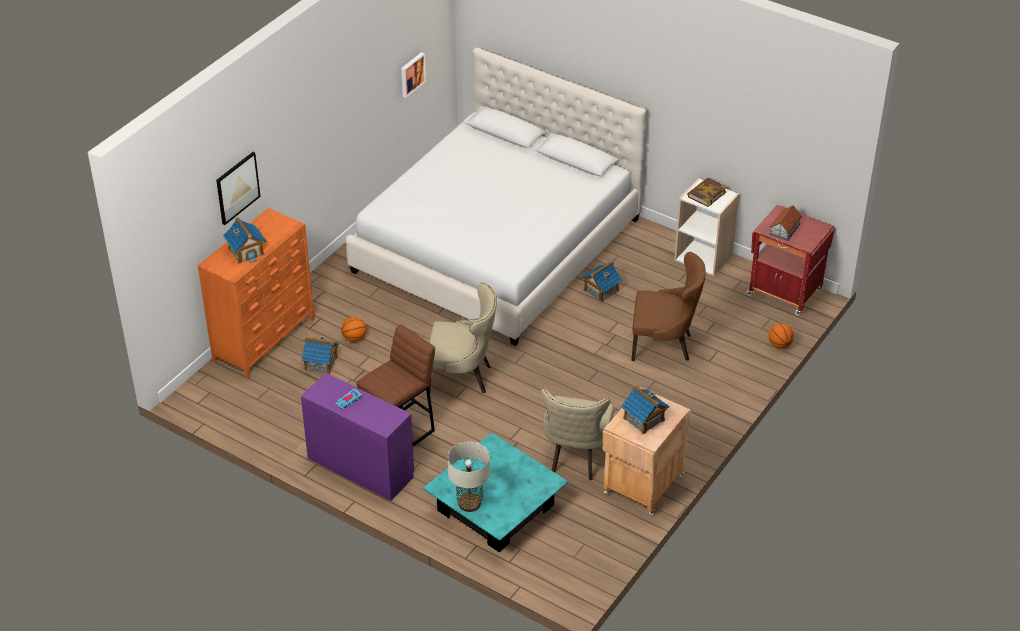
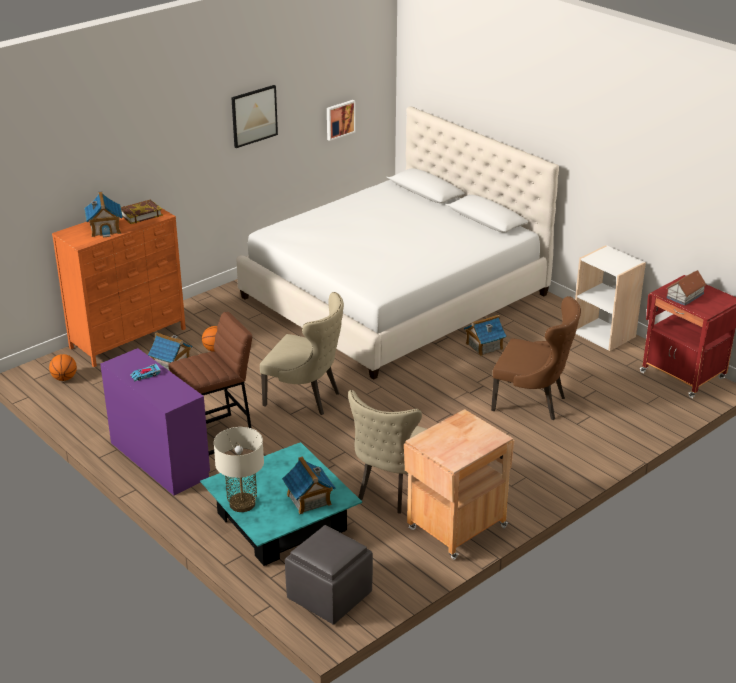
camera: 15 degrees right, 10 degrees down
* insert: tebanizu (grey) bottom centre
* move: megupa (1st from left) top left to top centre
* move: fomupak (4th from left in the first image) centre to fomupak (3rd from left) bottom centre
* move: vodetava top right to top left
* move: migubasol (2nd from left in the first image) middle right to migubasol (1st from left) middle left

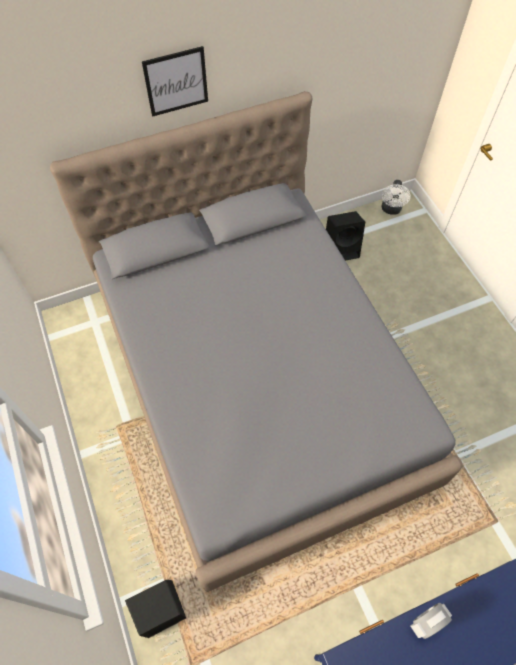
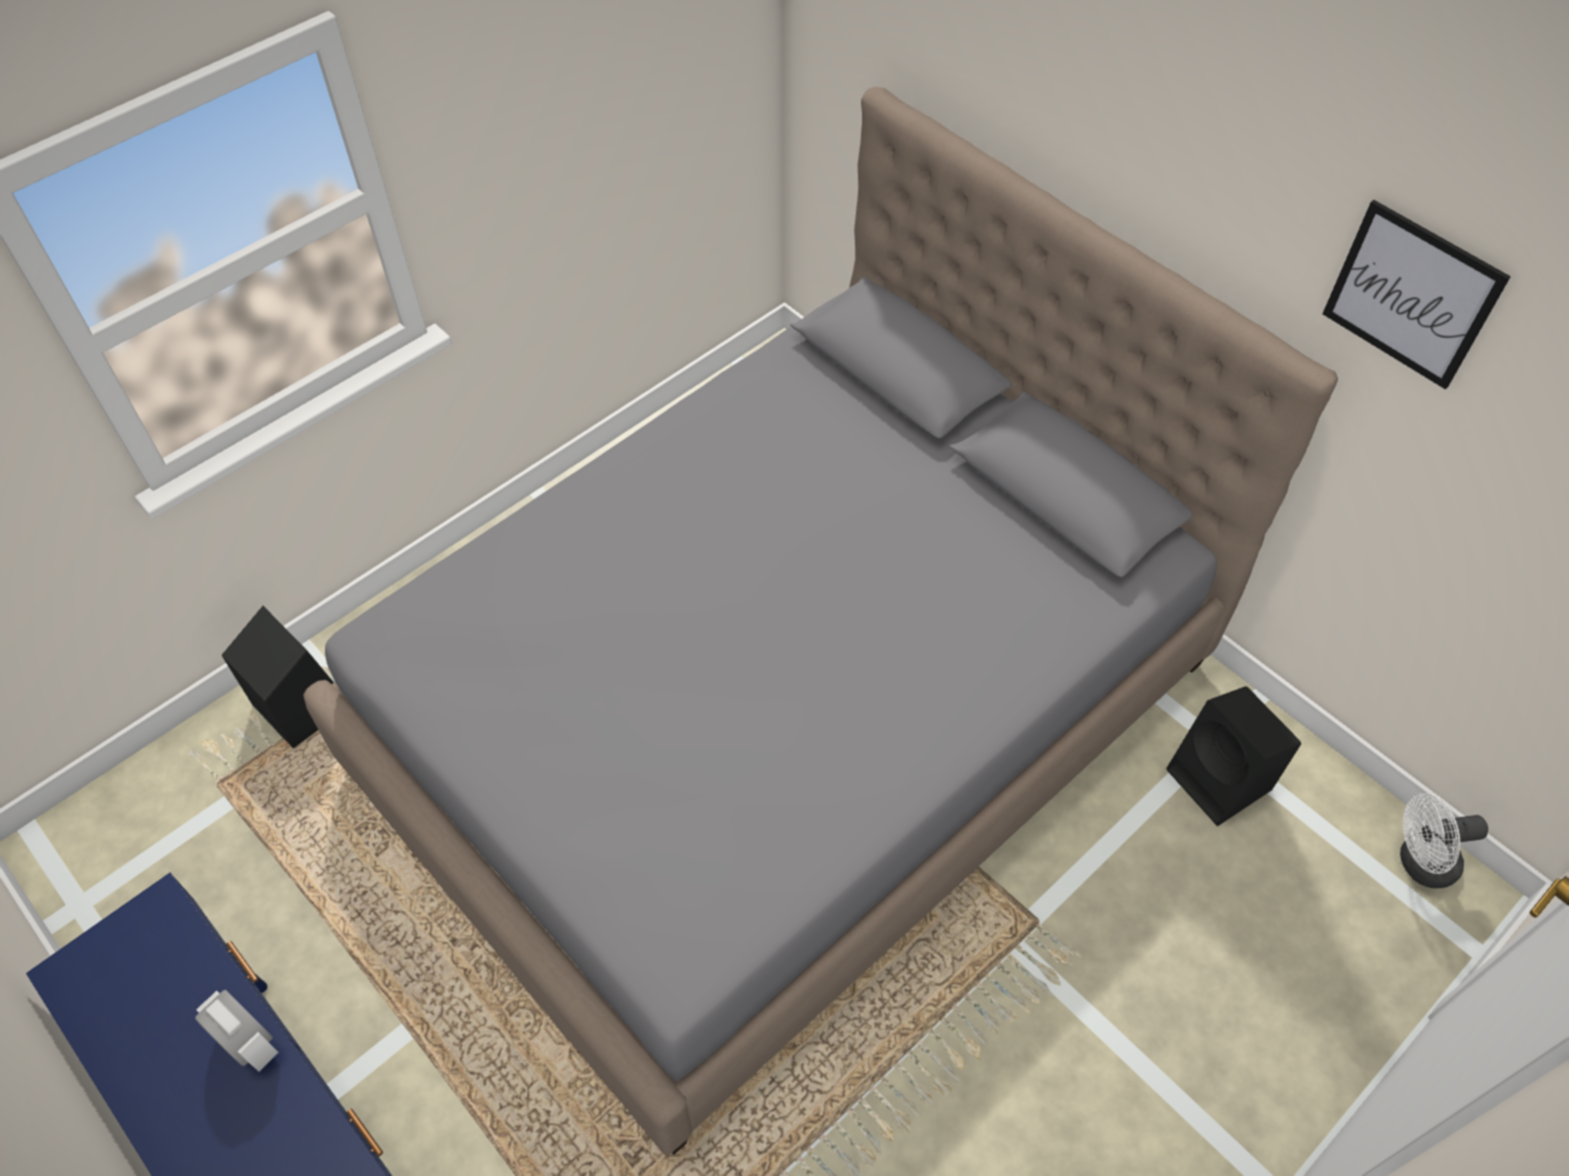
camera: 70 degrees right, 5 degrees down
* move: megupa top centre to top right

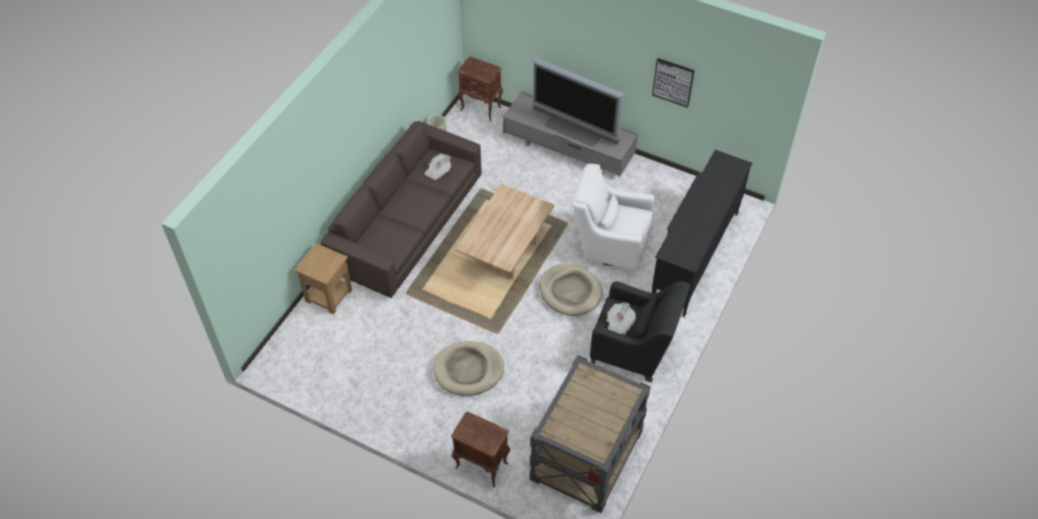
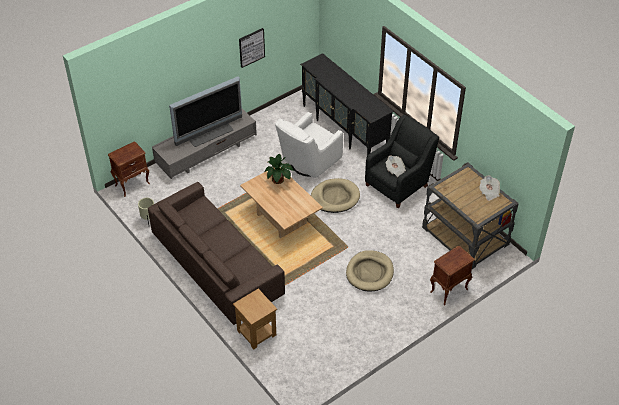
camera: 65 degrees left, 5 degrees down
* insert: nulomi centre
* move: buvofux (1st from left in the first image) top centre to buvofux (2nd from left) middle right

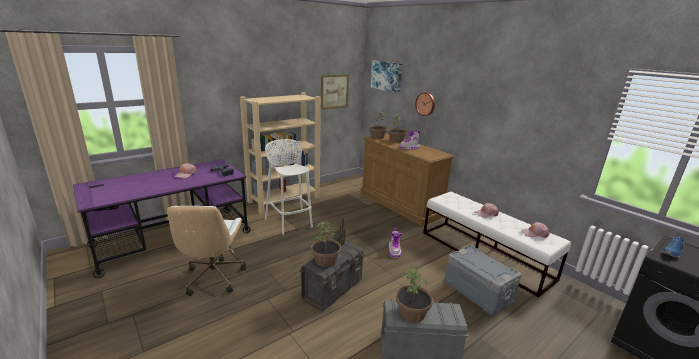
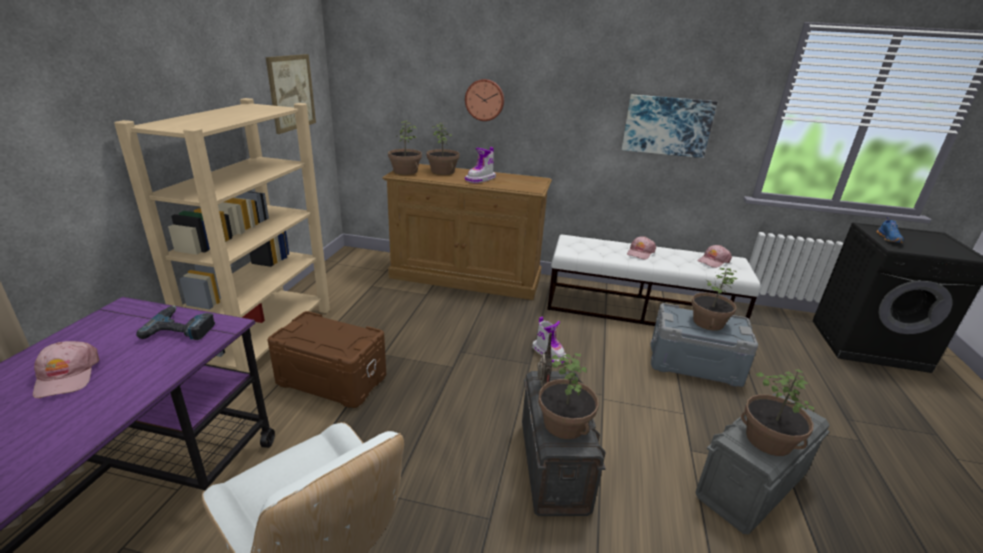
camera: 40 degrees left, 5 degrees up
* insert: nulomi (4th from left) middle right
* move: megupa (2nd from left) top centre to top right
* replace: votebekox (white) centre to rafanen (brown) middle left

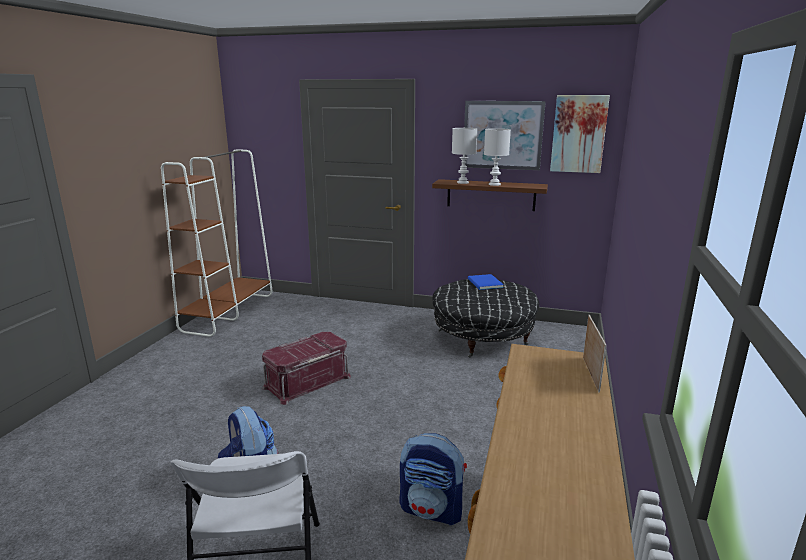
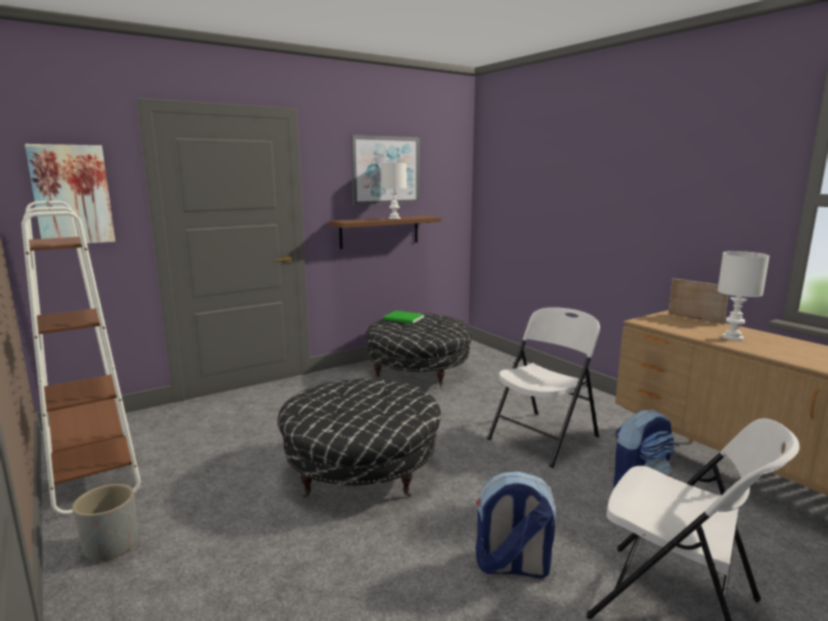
camera: 50 degrees left, 5 degrees down
* insert: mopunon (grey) bottom left
* insert: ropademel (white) (1st from left) centre
* move: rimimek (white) (1st from left in the first image) top centre to rimimek (white) (2nd from left) middle right
* move: megupa (2nd from left in the first image) top right to megupa (1st from left) top left
* replace: rafanen (red) centre to tebanizu (black) (1st from left) bottom centre
* recolor: vodetava (blue) centre to vodetava (green) centre

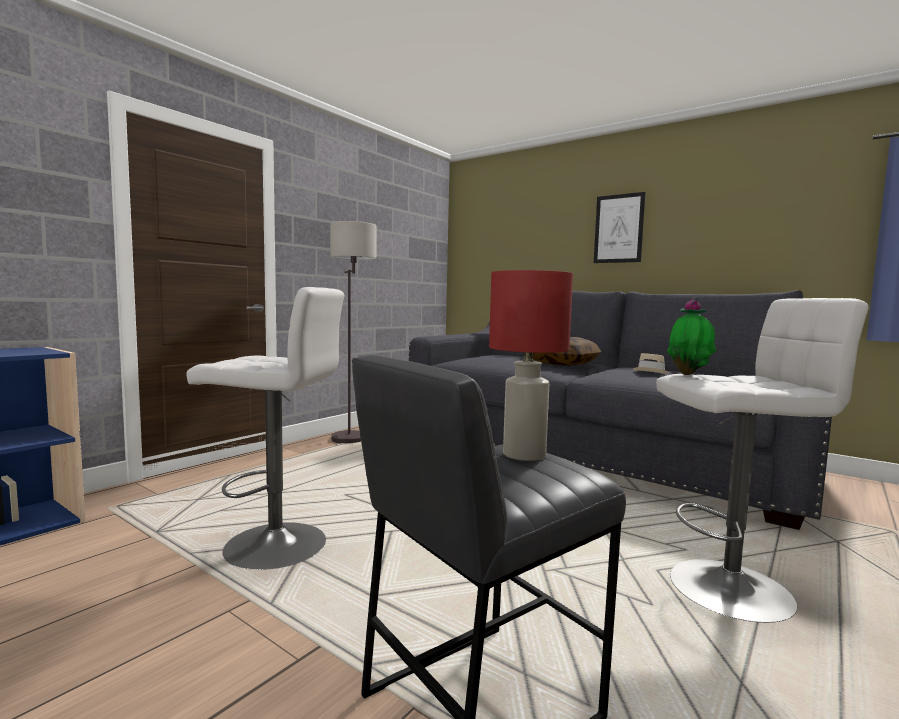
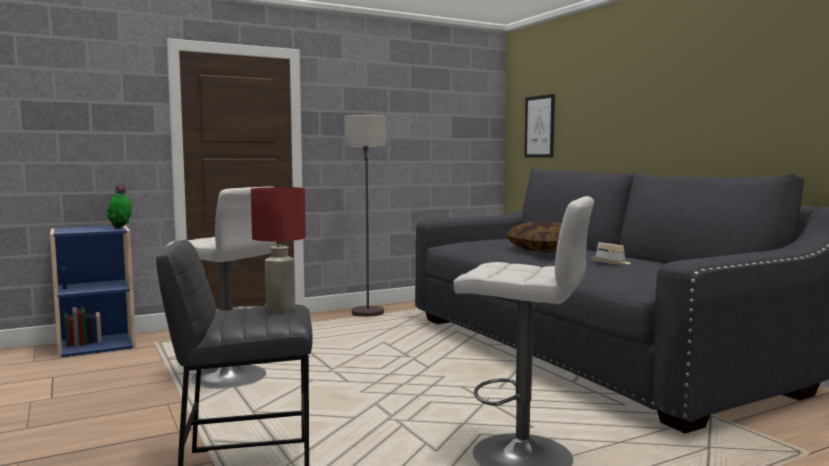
camera: 25 degrees right, 0 degrees up
* move: megupa top right to top centre
* move: nulomi middle right to middle left

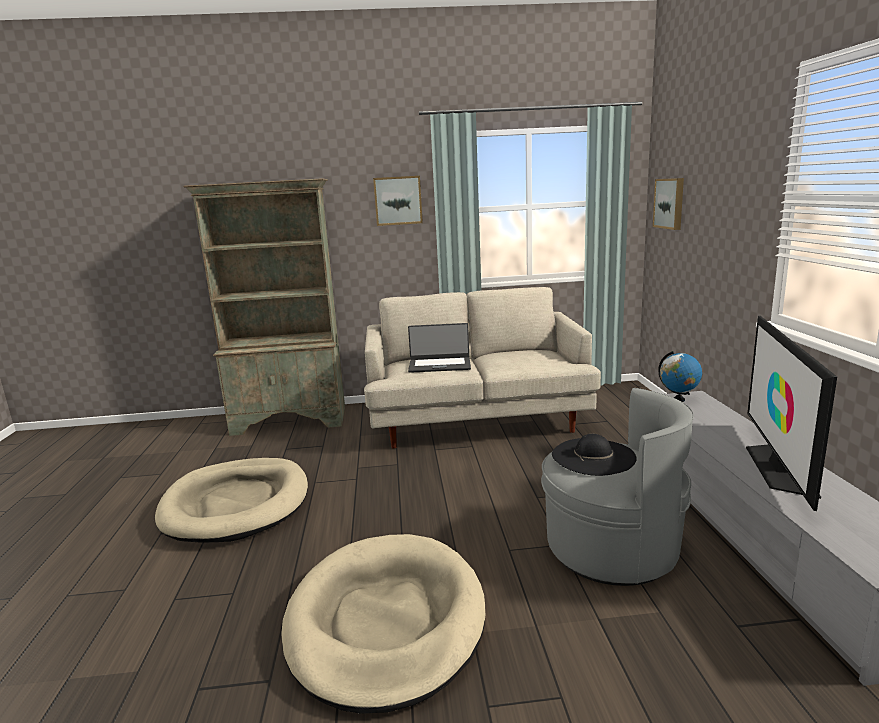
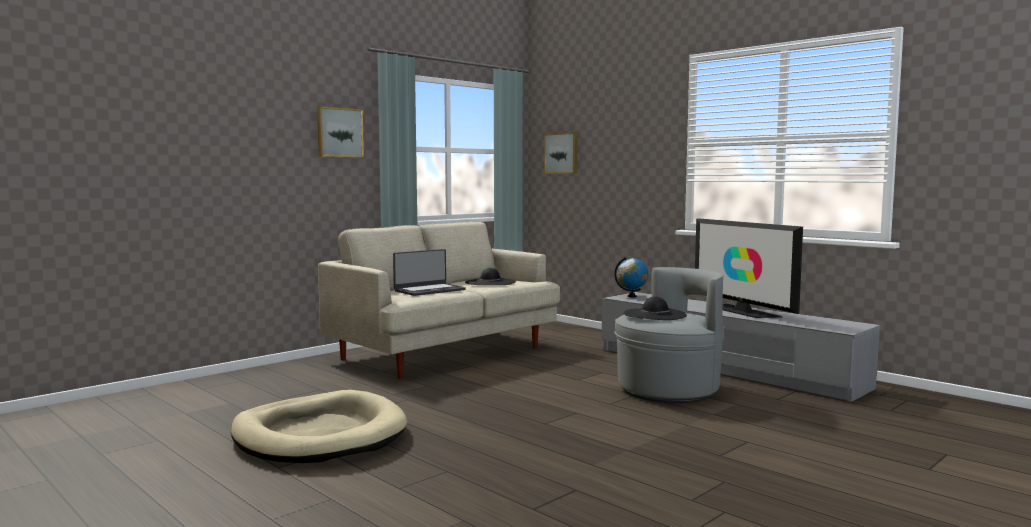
camera: 40 degrees left, 10 degrees down
* delete: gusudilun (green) middle left
* delete: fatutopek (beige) (2nd from left) bottom centre
* insert: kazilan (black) (1st from left) centre

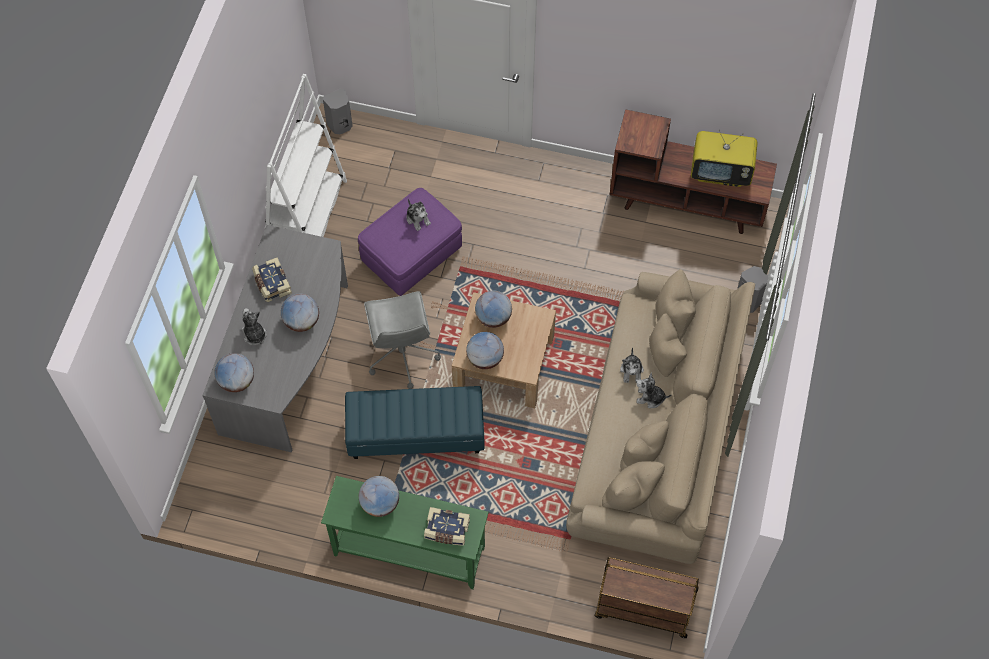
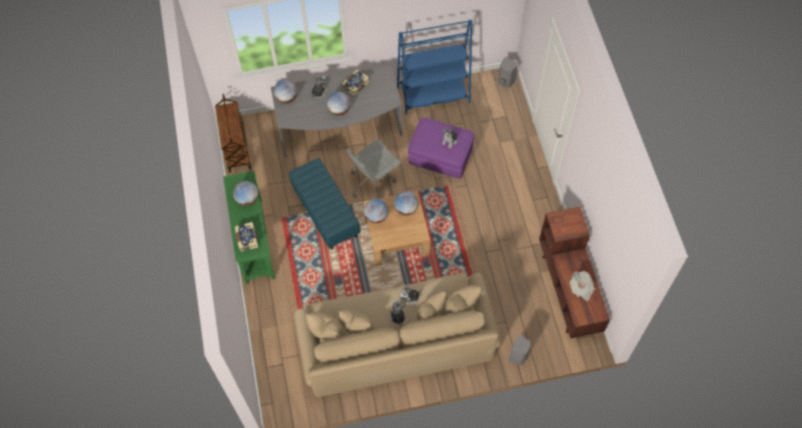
camera: 65 degrees right, 0 degrees up
* move: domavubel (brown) bottom centre to top left
* replace: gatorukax top right to buvofux bottom right
* recolor: gusudilun (white) top left to gusudilun (blue) top centre

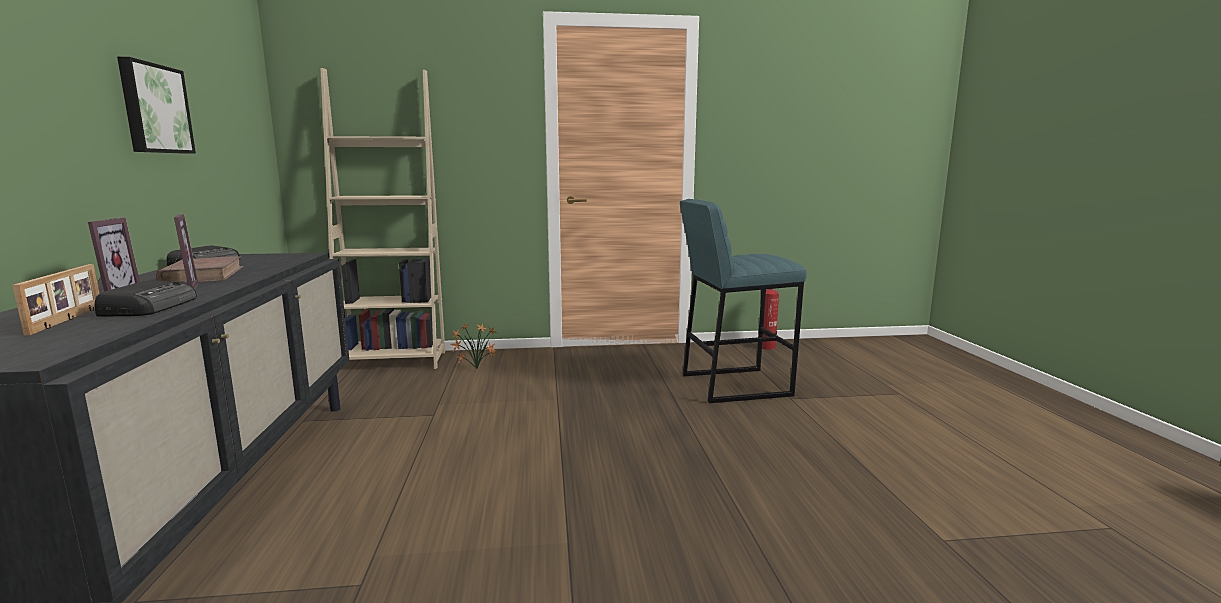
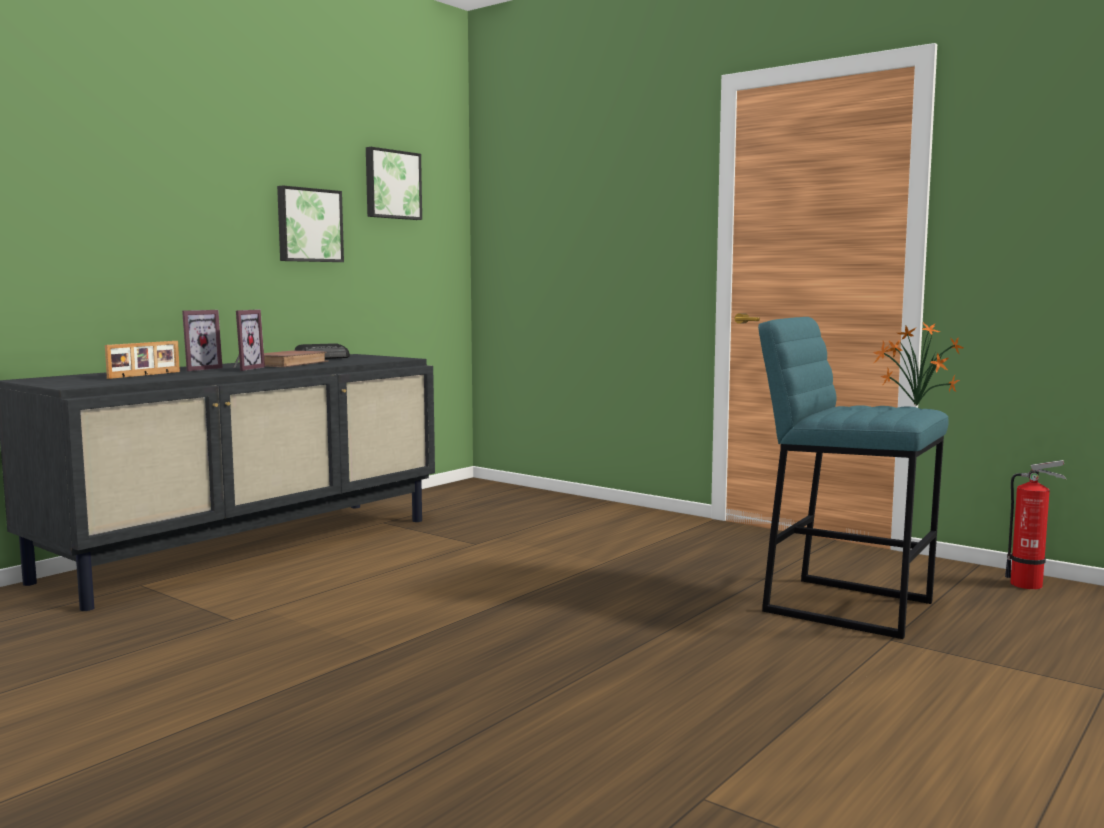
camera: 45 degrees right, 5 degrees down
* delete: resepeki (1st from left) middle left
* delete: gusudilun (beige) middle left
* insert: megupa (2nd from left) top centre
* move: nulomi centre to middle right

